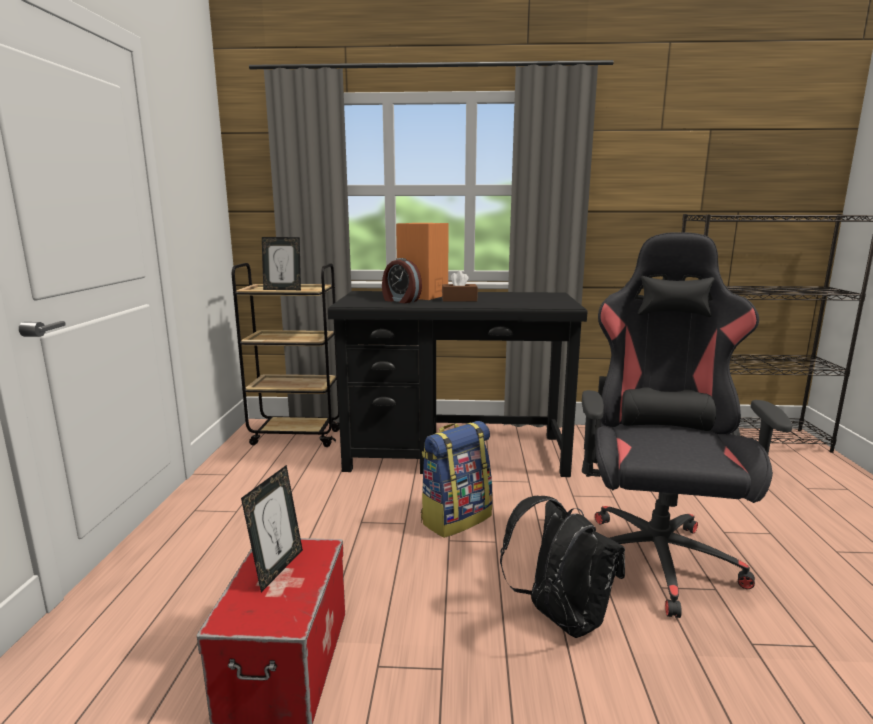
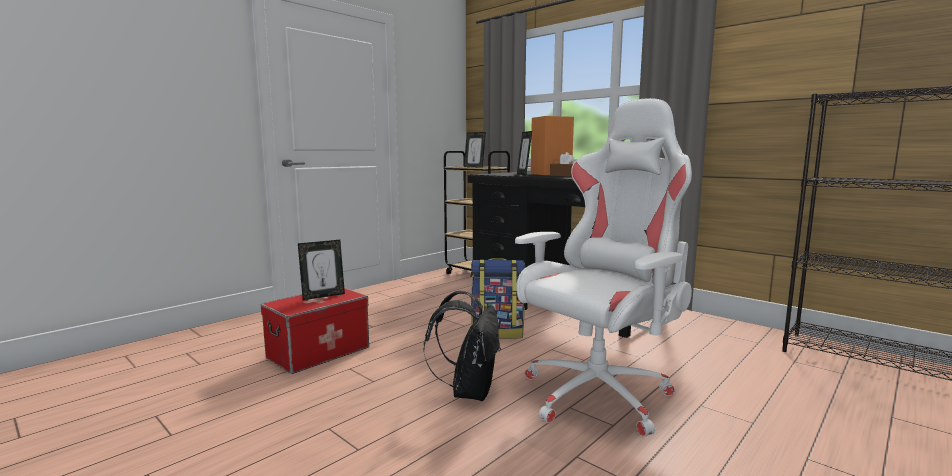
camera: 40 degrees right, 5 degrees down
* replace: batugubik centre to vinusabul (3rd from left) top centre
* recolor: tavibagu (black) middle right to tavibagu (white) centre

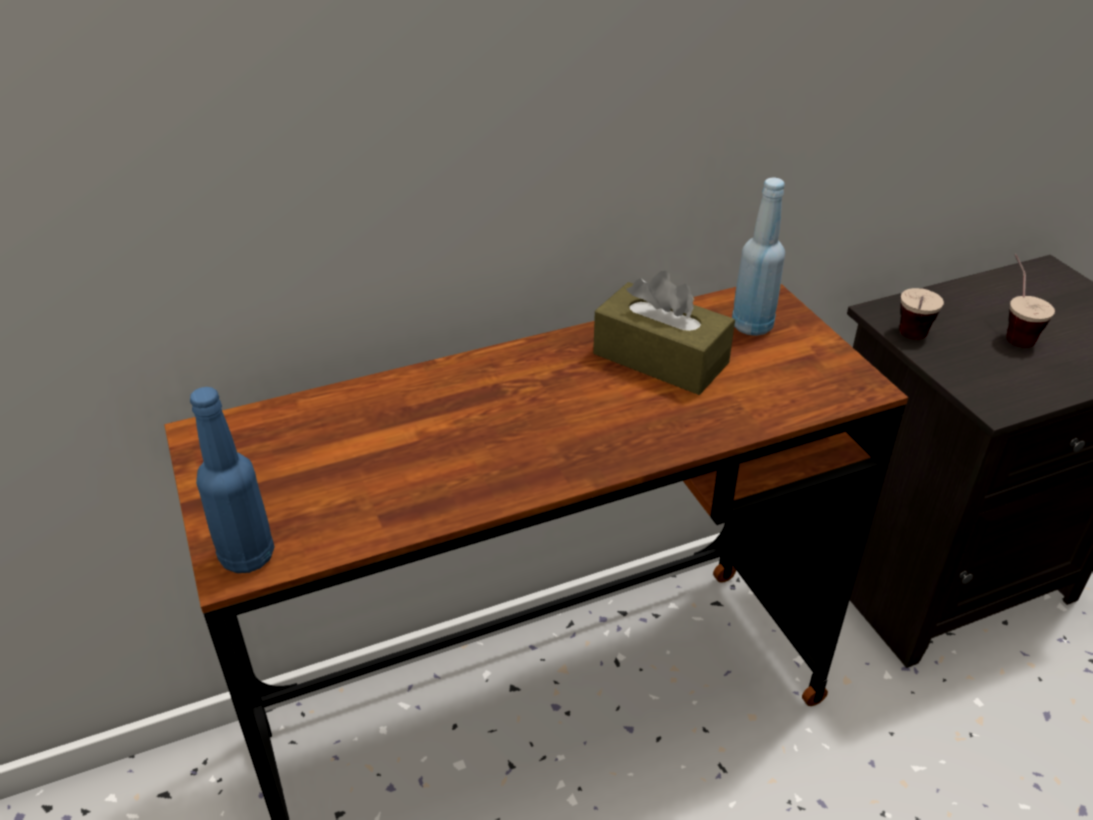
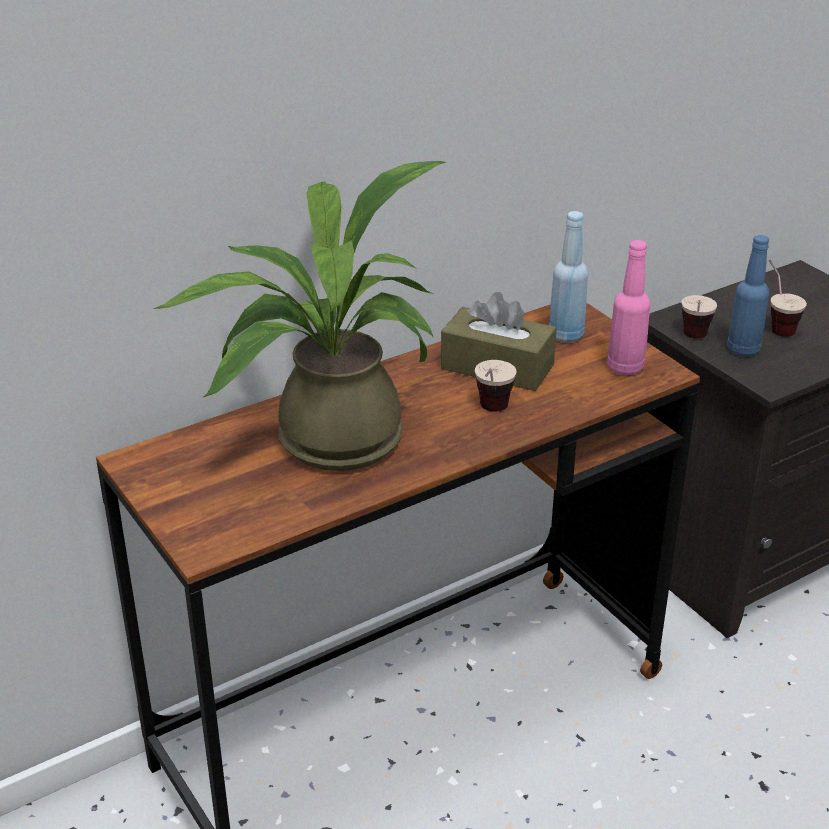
camera: 10 degrees left, 5 degrees down
* insert: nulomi centre
* insert: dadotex (1st from left) centre
* insert: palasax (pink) middle right
* move: palasax (blue) (1st from left in the first image) middle left to palasax (blue) (2nd from left) middle right

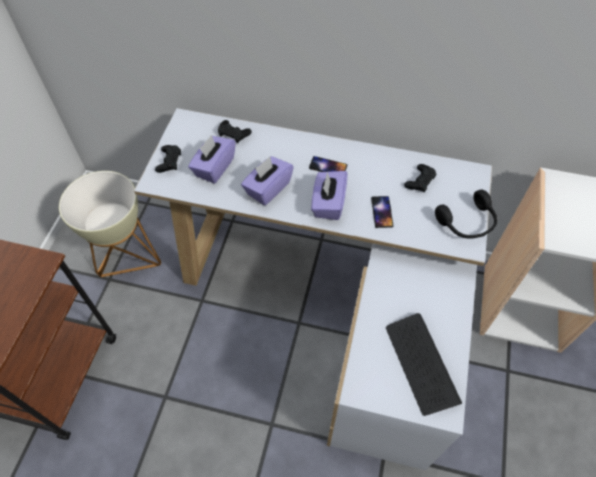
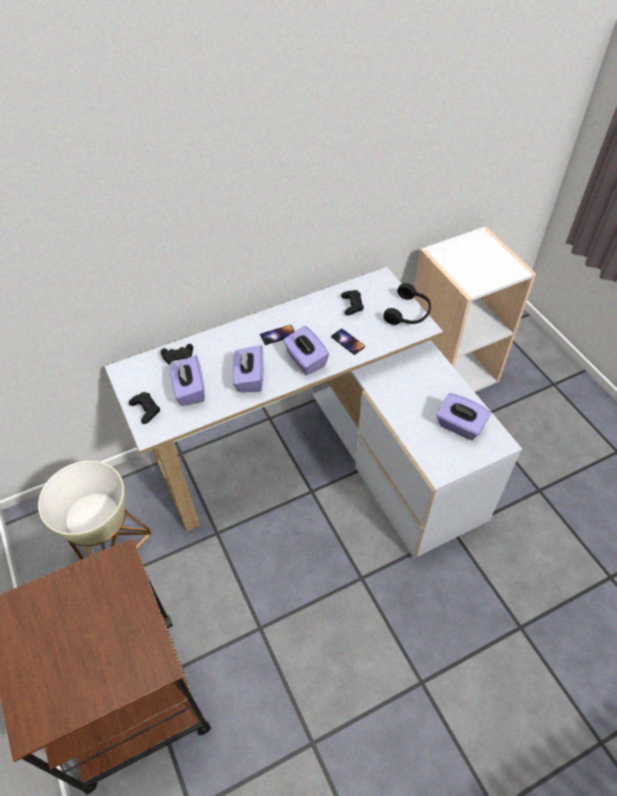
camera: 40 degrees left, 5 degrees down
* replace: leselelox bottom right to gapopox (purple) (4th from left) middle right

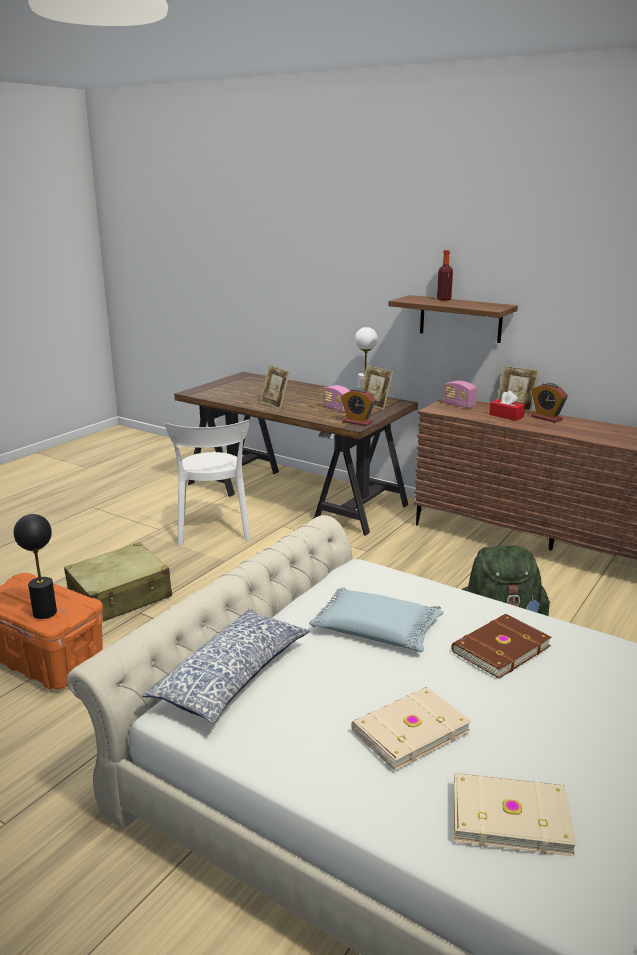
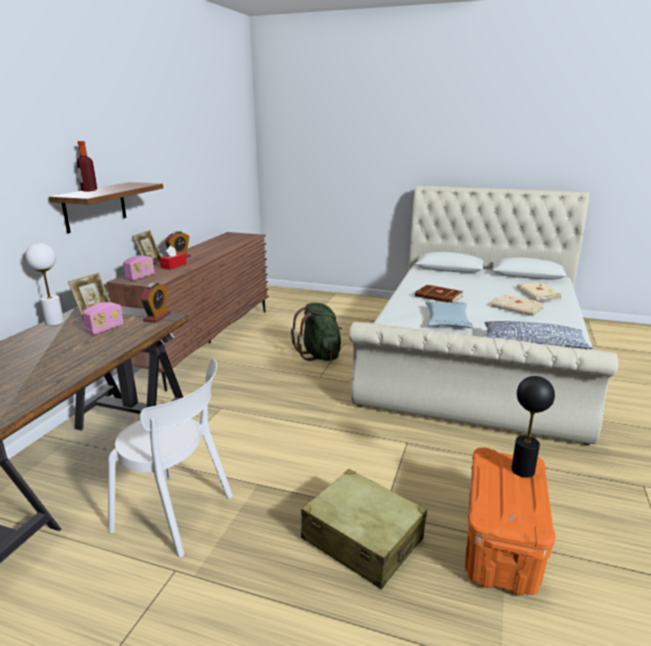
camera: 105 degrees left, 0 degrees up
* delete: vinusabul (1st from left) centre
* rotate: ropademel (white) middle left = bottom left 45 degrees clockwise

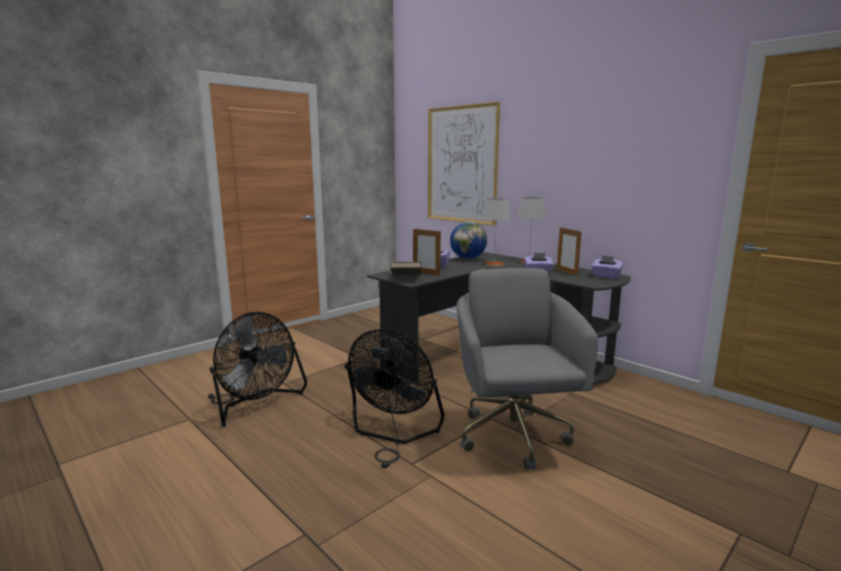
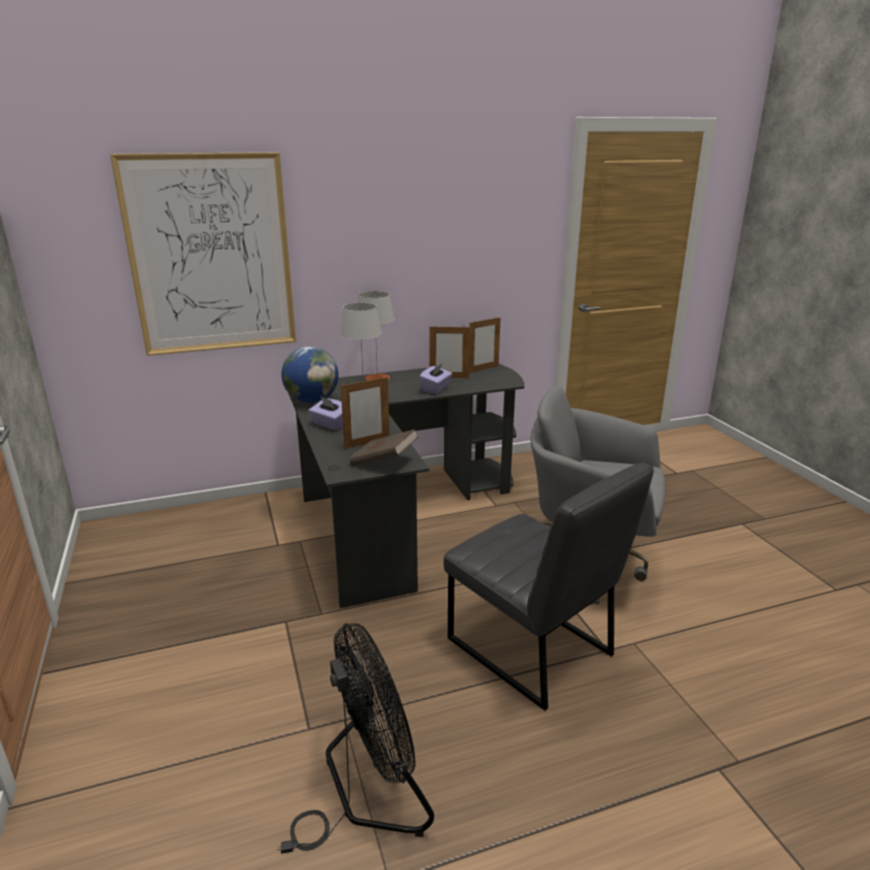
camera: 65 degrees left, 10 degrees up
* replace: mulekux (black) (2nd from left) bottom centre to ropademel (grey) bottom centre
* replace: gapopox (purple) (3rd from left) middle right to vinusabul (3rd from left) centre

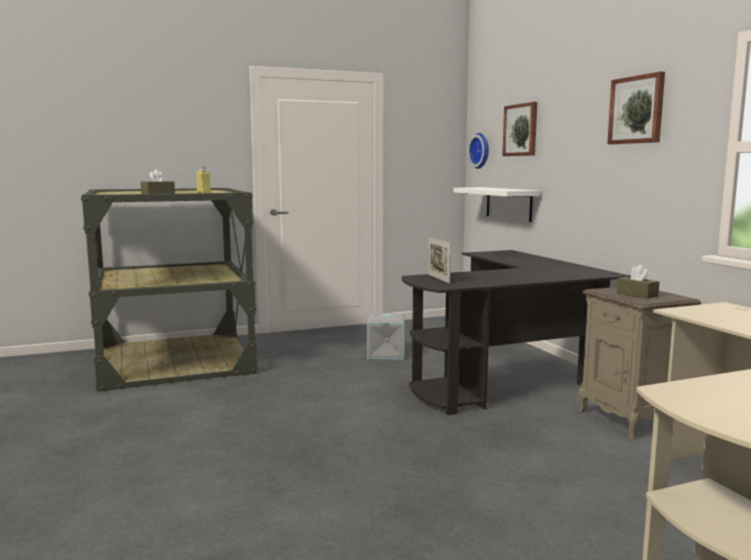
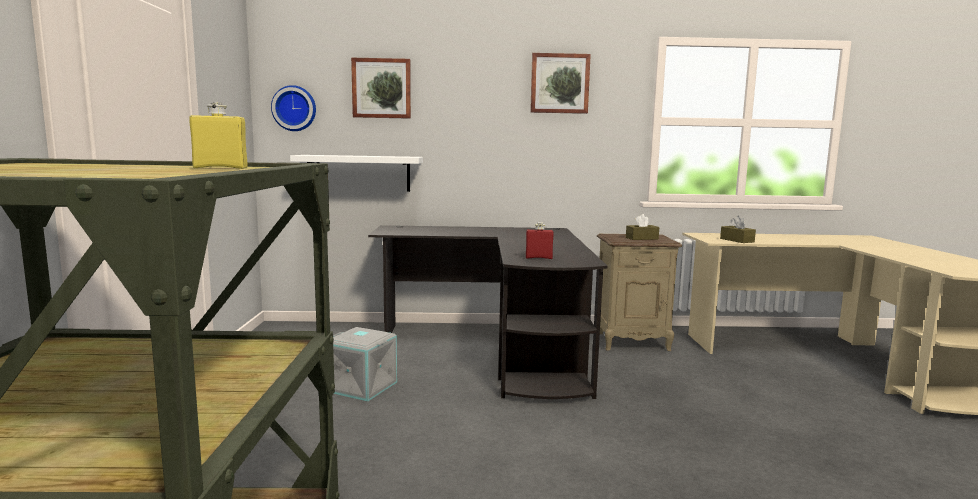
camera: 70 degrees left, 0 degrees up
* move: gapopox (brown) (1st from left in the first image) top left to gapopox (brown) (2nd from left) middle right
* replace: vinusabul centre to palasax (red) centre

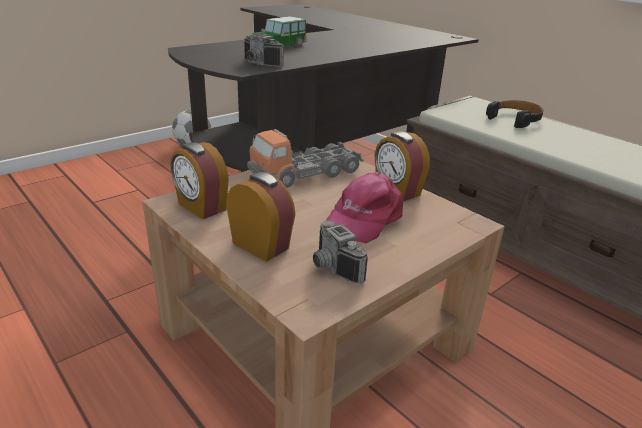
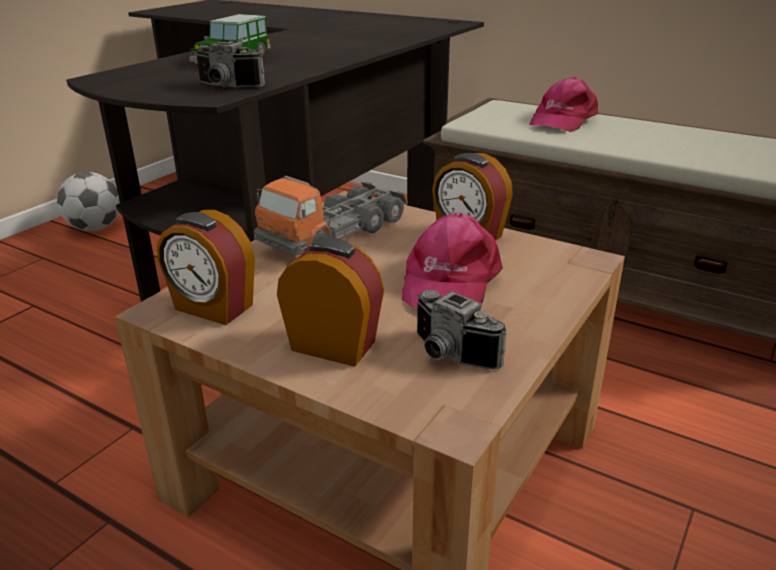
camera: 15 degrees left, 0 degrees up
* replace: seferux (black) top right to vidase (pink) (2nd from left) top right

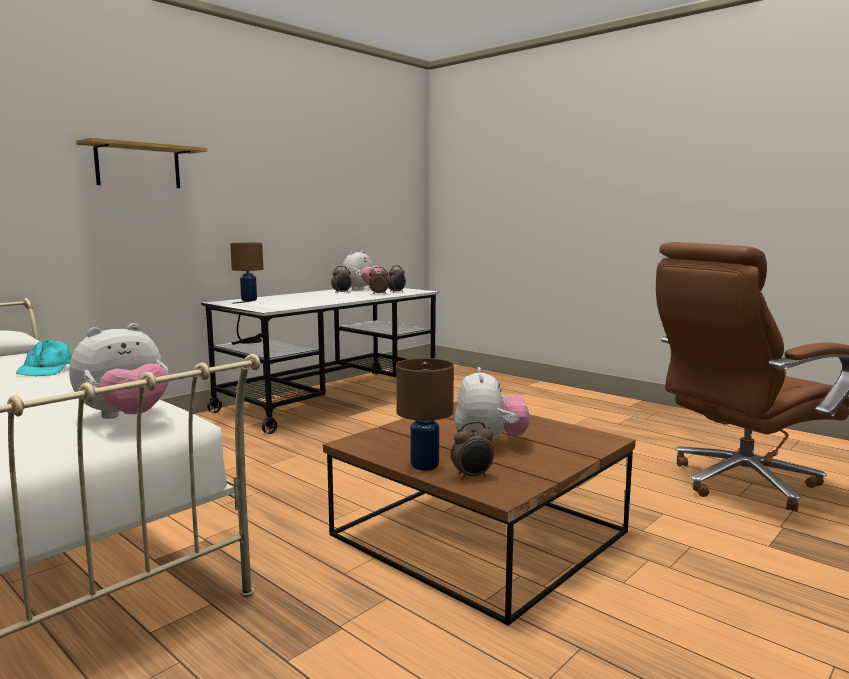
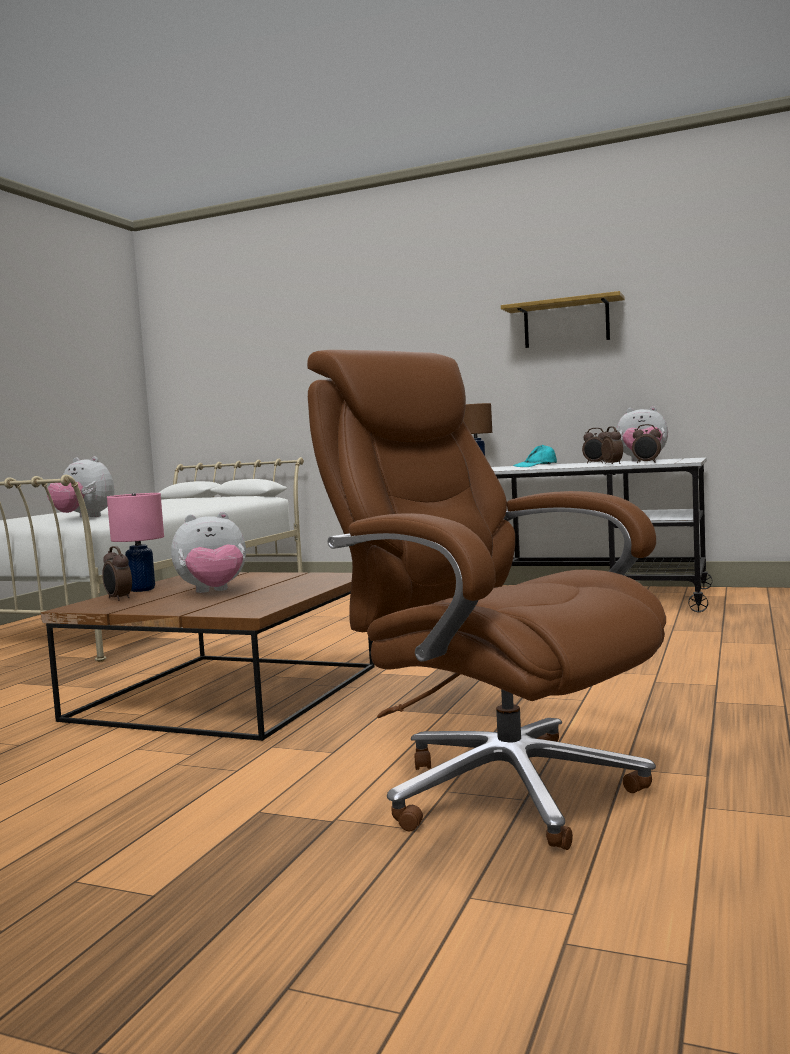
camera: 70 degrees right, 5 degrees down
* move: vidase (turquoise) middle left to middle right
* move: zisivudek top left to top right
* recolor: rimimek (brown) (2nd from left) centre to rimimek (pink) middle left

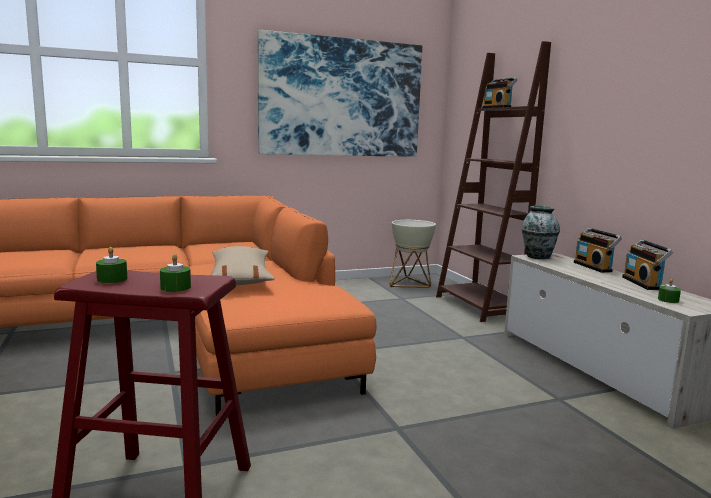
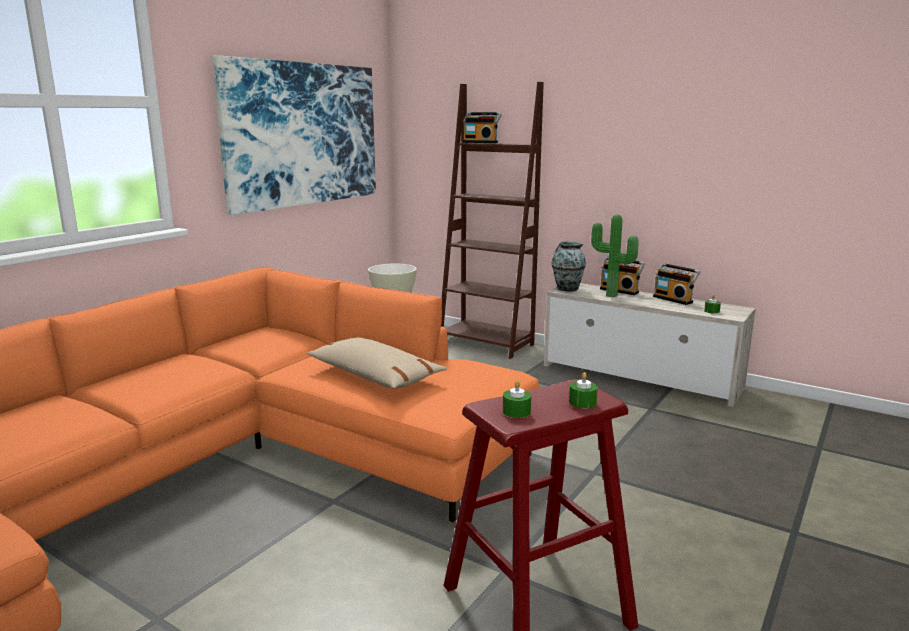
camera: 35 degrees left, 5 degrees up
* insert: nulomi middle right

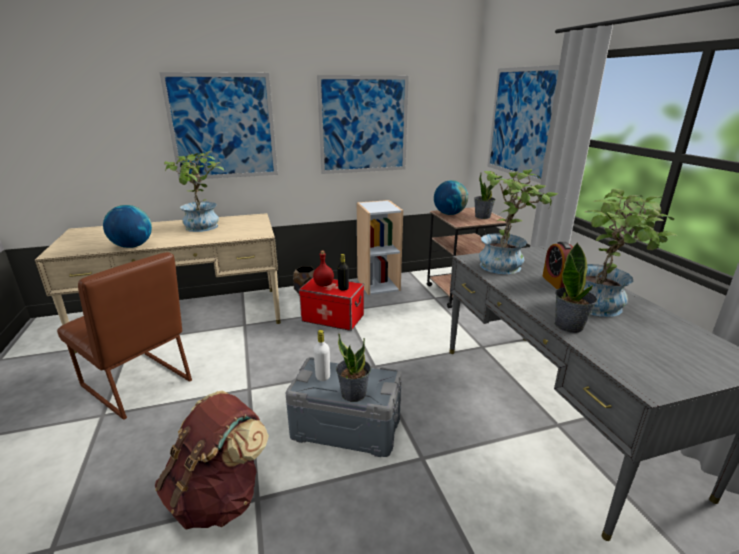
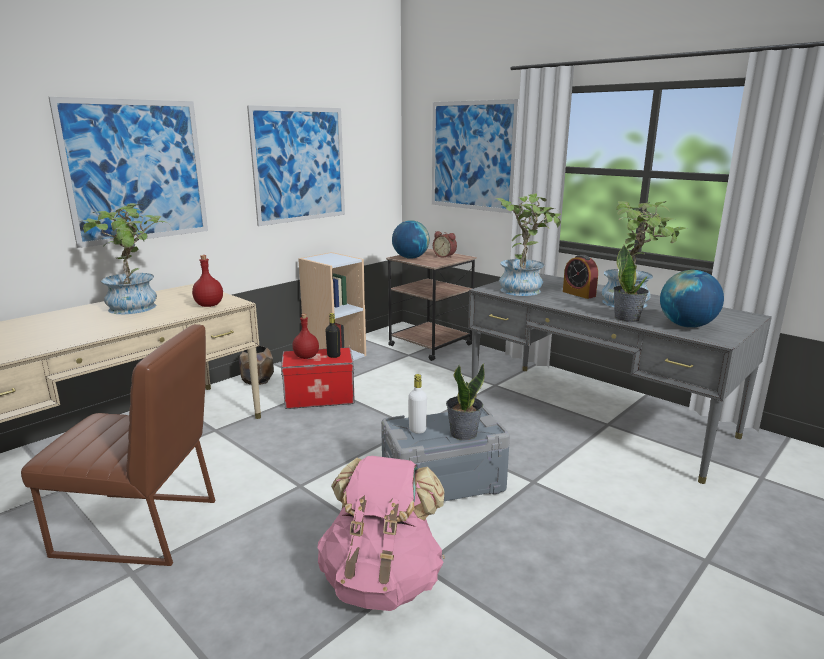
camera: 30 degrees left, 5 degrees down
* insert: palasax (red) (1st from left) middle left
* move: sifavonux (1st from left in the first image) middle left to sifavonux (2nd from left) middle right
* replace: nulomi (3rd from left) centre to batugubik (1st from left) centre
* recolor: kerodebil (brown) bottom left to kerodebil (pink) bottom centre

